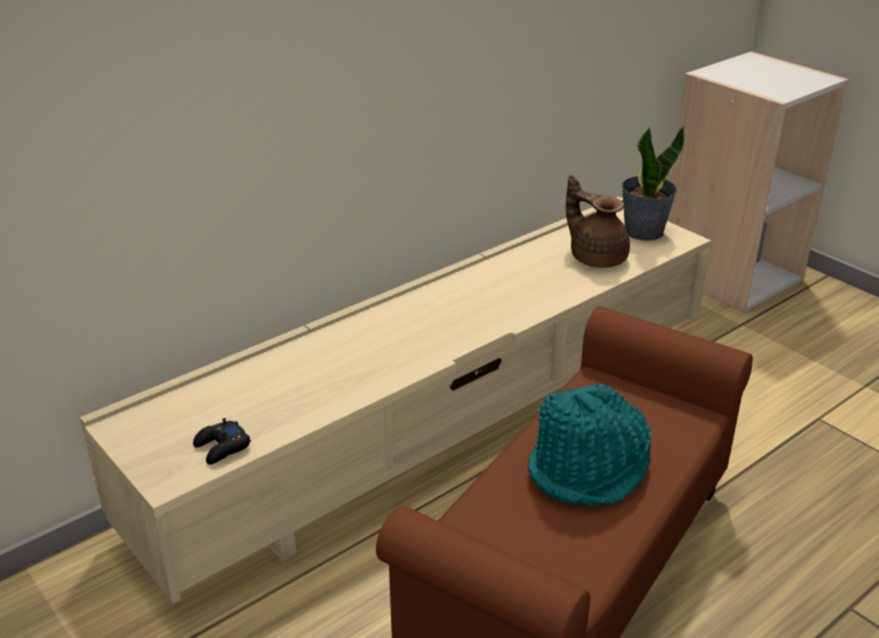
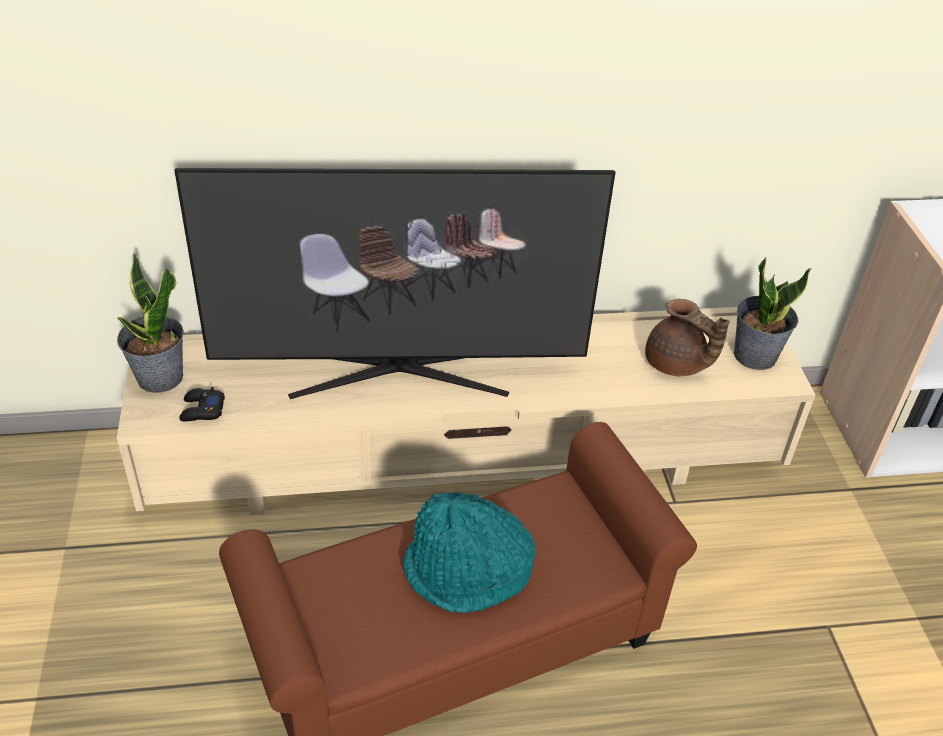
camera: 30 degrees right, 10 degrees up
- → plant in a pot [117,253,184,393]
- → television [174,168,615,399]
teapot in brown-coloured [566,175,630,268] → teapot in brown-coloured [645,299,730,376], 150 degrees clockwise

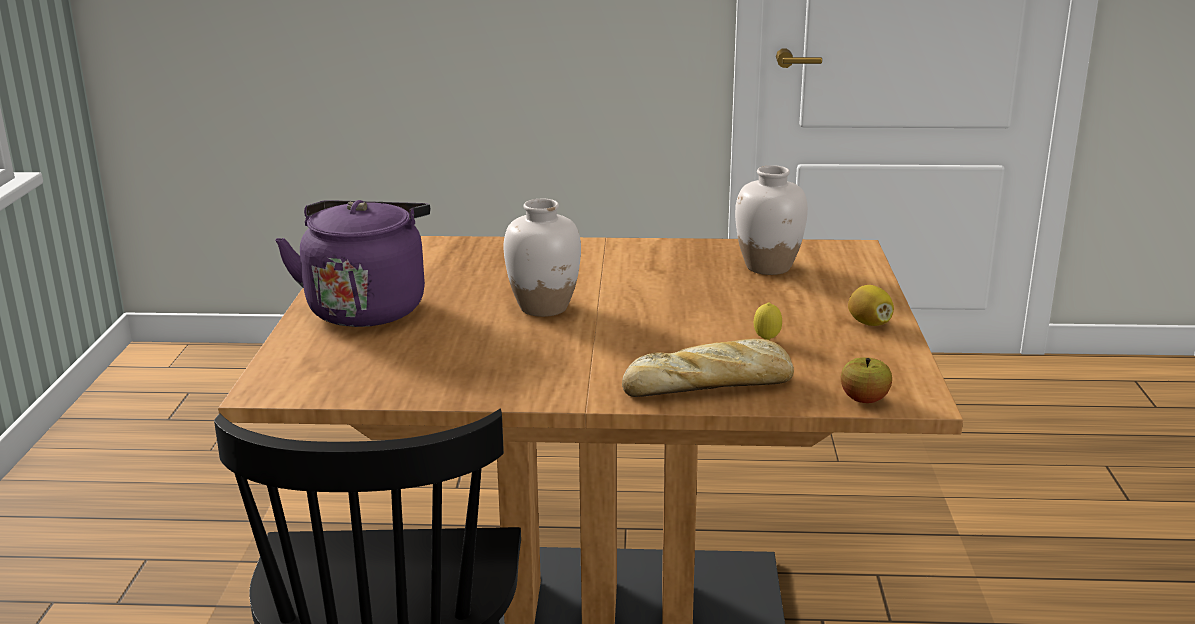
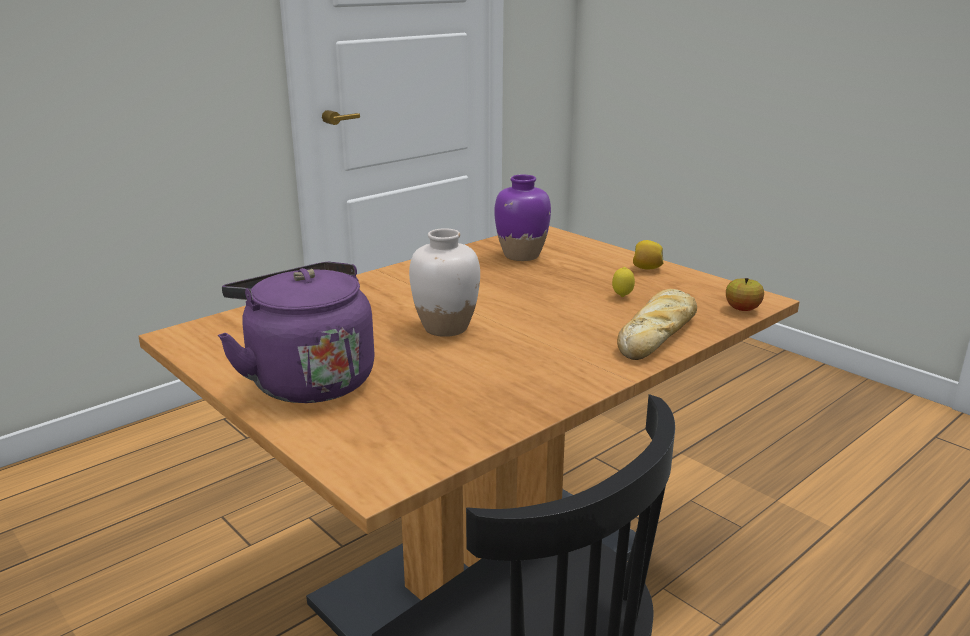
camera: 45 degrees left, 0 degrees up
flower vase in white [735,165,808,275] → flower vase in purple-coloured [494,175,551,261]

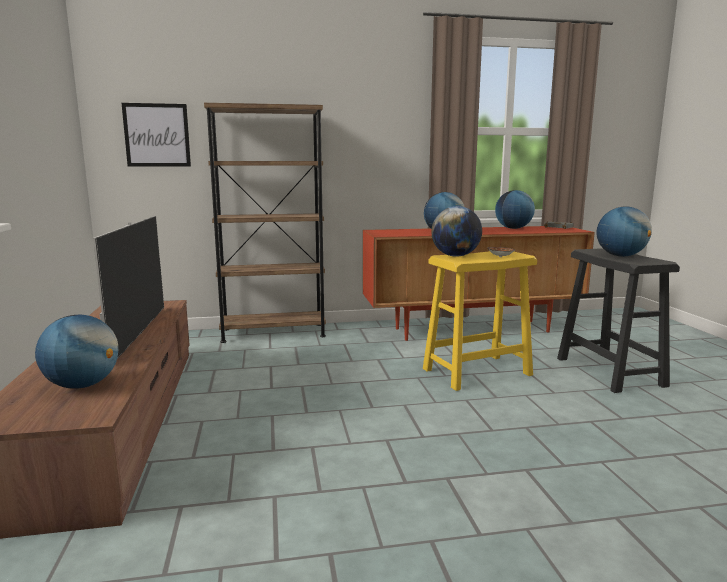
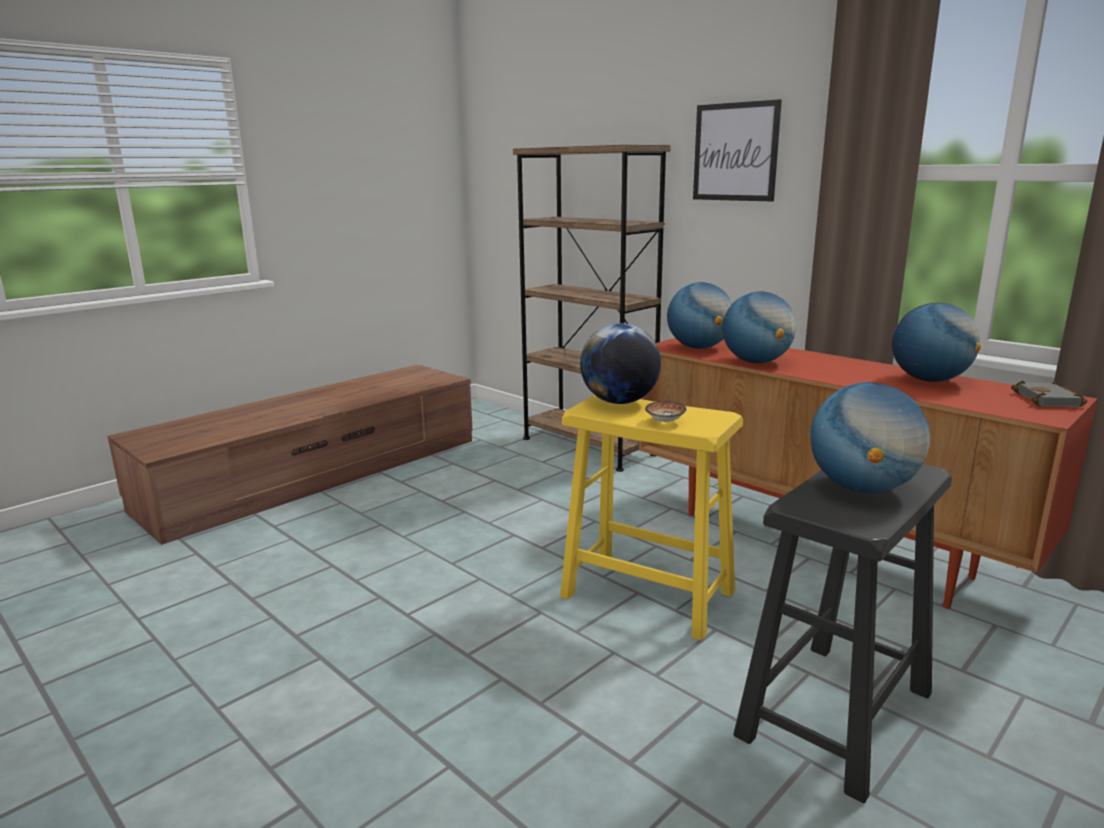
camera: 55 degrees right, 5 degrees up
desk globe [35,314,118,389] → desk globe [667,282,732,349], shifted
picture [122,103,191,167] → picture [693,99,782,202], shifted
television [93,216,164,359] → -

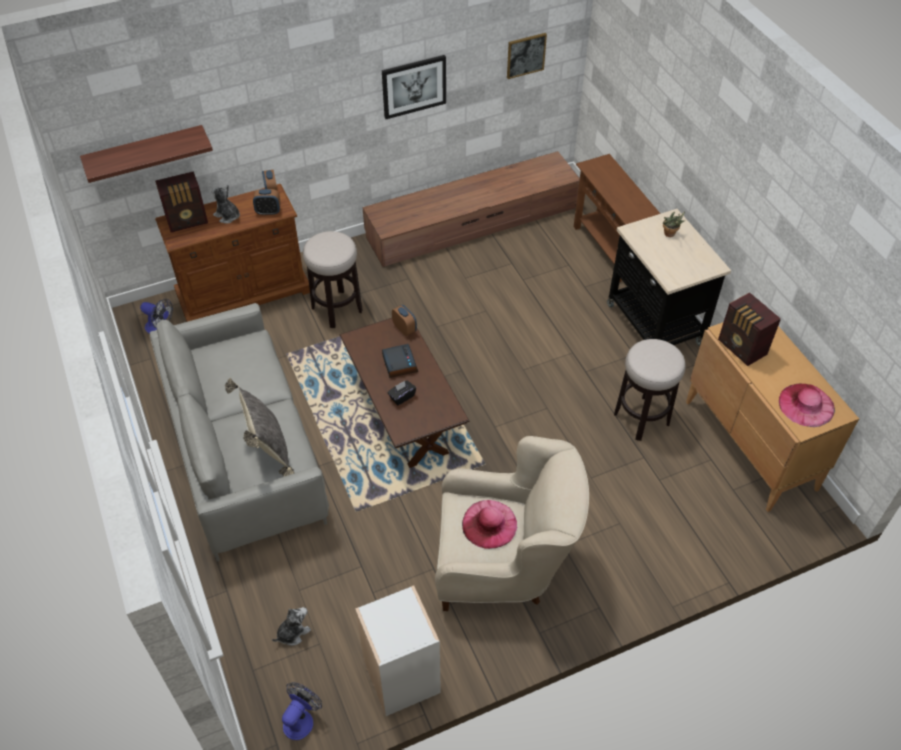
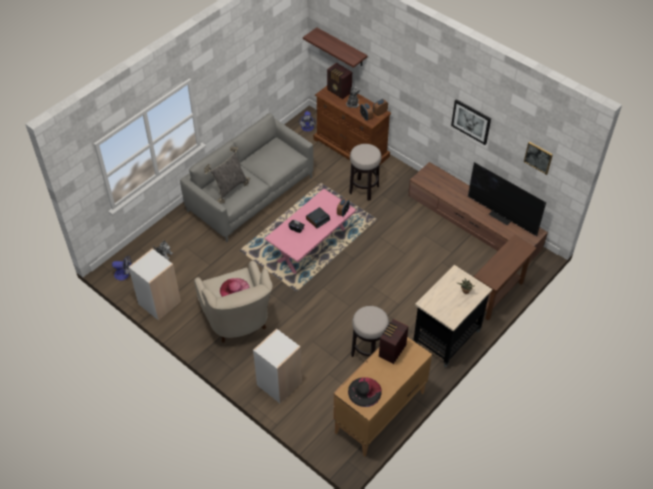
camera: 65 degrees right, 0 degrees up
- → bookshelf [253,328,302,403]
lounge table in brown-coloured [339,318,470,468] → lounge table in pink [264,189,356,274]
clothing hat in pink [779,384,835,427] → clothing hat in black-coloured [348,377,382,407]
- → television [468,162,546,236]

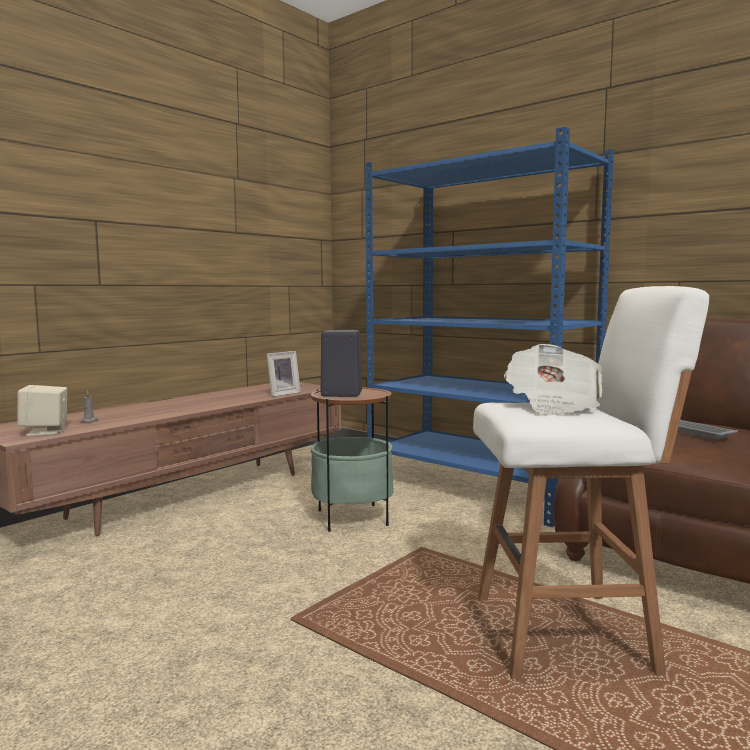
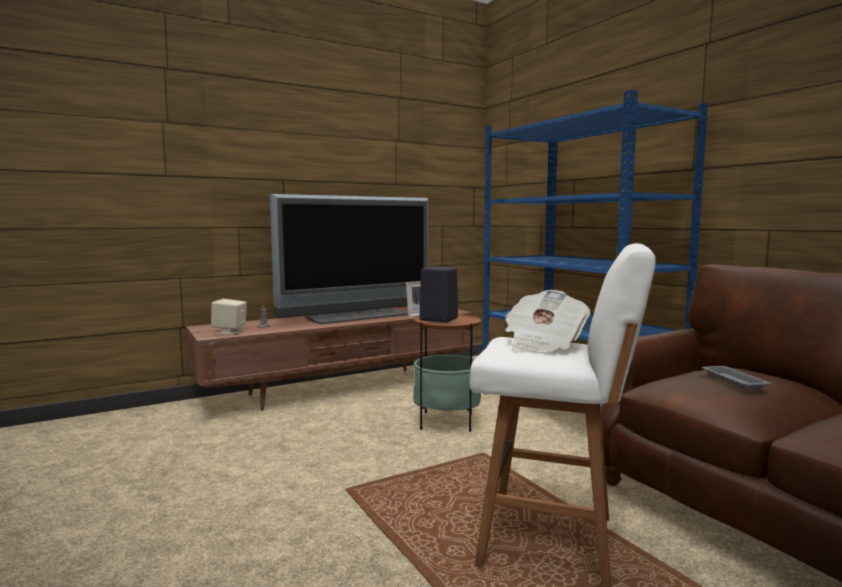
camera: 20 degrees right, 0 degrees up
- → television [270,194,428,324]

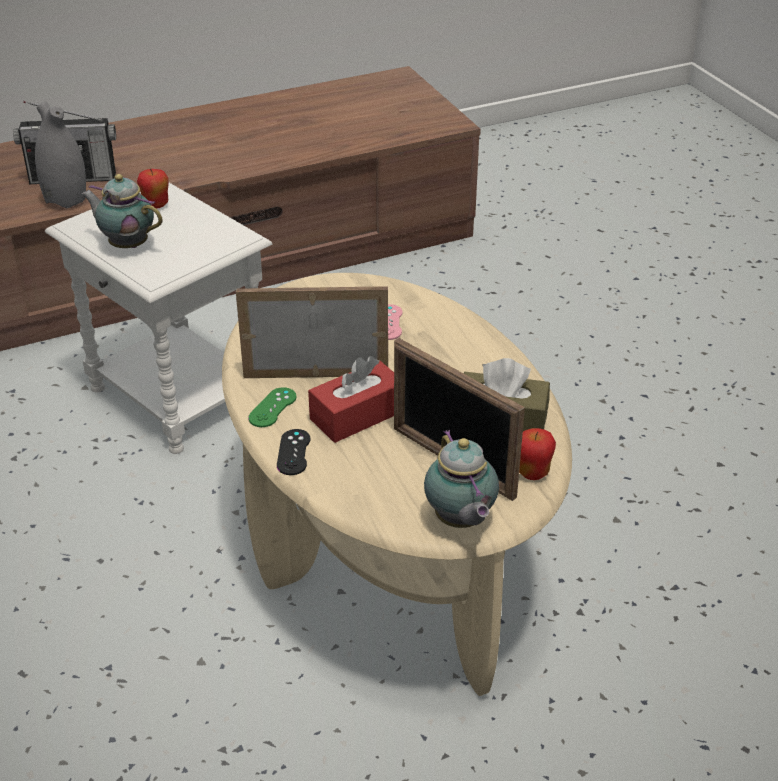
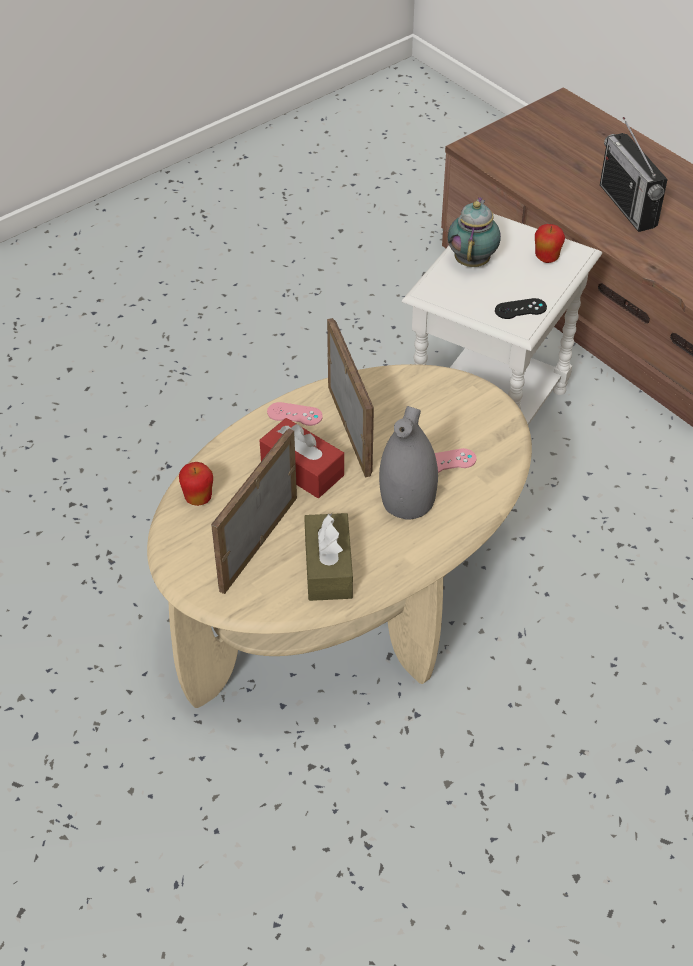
camera: 75 degrees right, 10 degrees up
apple fruit [519,428,556,480] → apple fruit [179,462,213,506], shifted
joypad in green-coloured [248,387,296,427] → joypad in pink [267,402,323,426]
flower vase in greyish [35,102,86,208] → flower vase in greyish [379,406,438,519], shifted
joypad in black-coloured [277,429,311,475] → joypad in black-coloured [495,298,547,319], shifted
teapot [424,430,499,528] → -

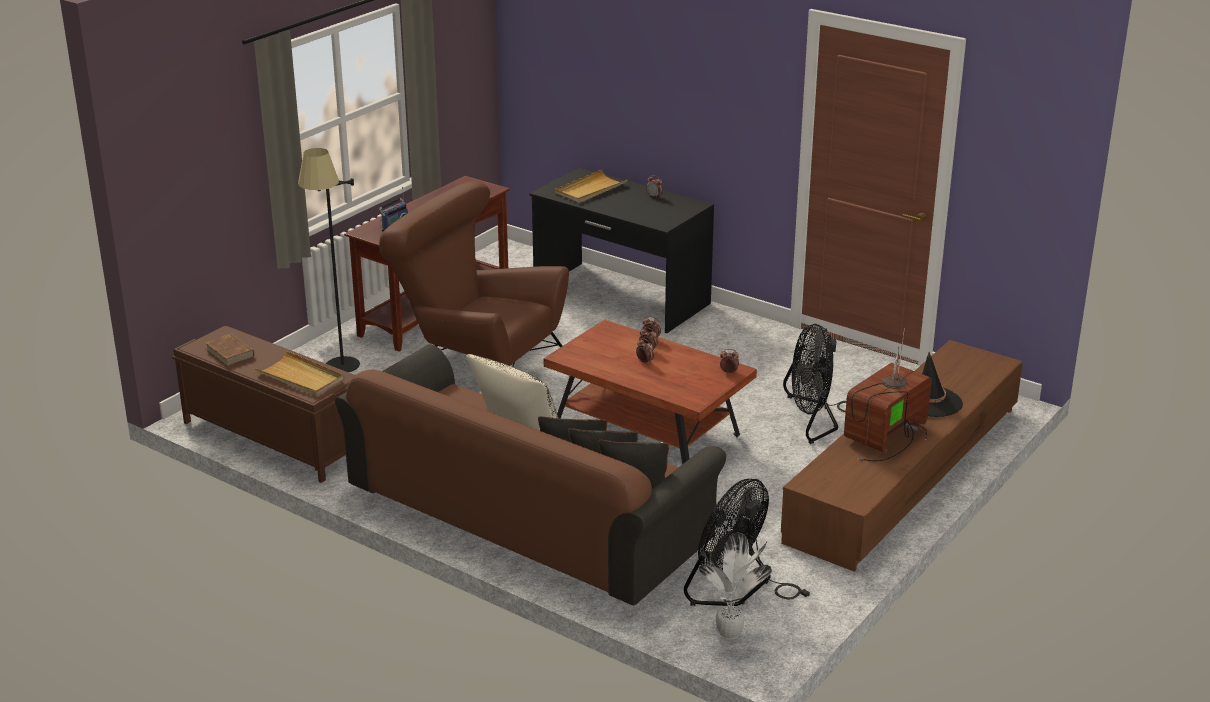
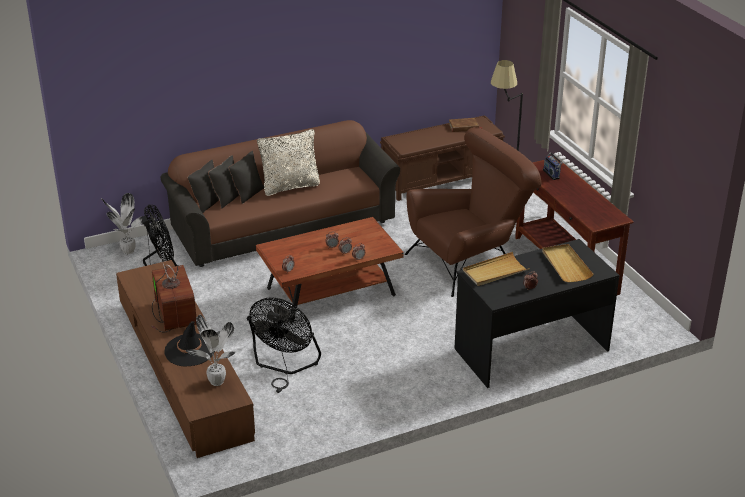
camera: 120 degrees right, 5 degrees up
- → plant in a pot [186,315,235,386]
serving tray in beige-coloured [255,351,344,396] → serving tray in beige-coloured [463,252,530,286], shifted

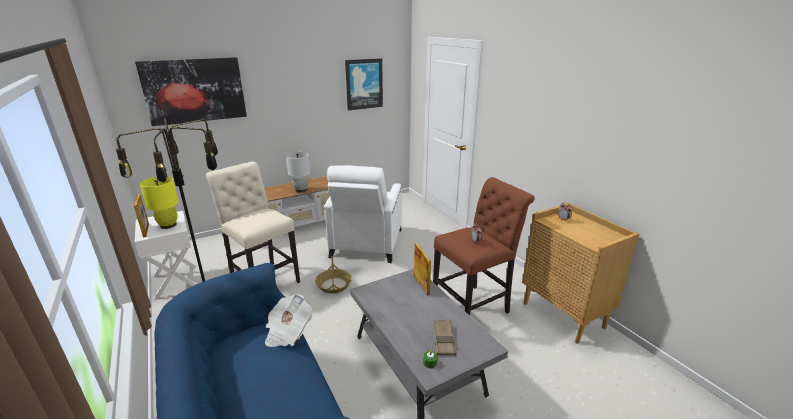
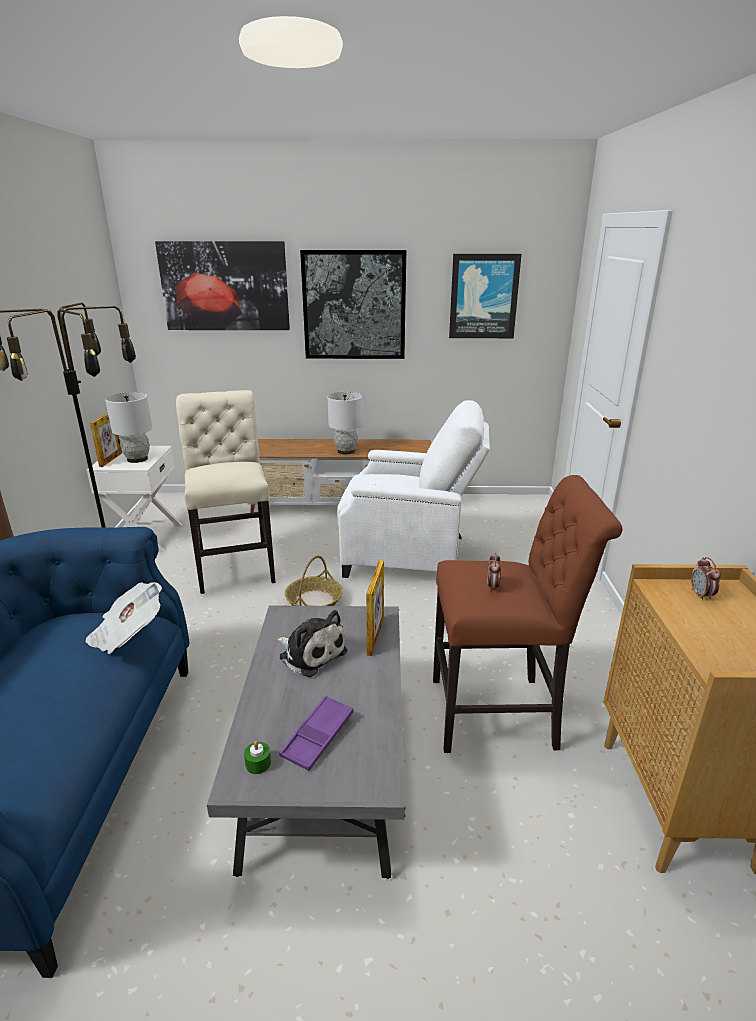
camera: 30 degrees right, 0 degrees up
lamp for a table in yellowish [140,176,179,229] → lamp for a table in white [105,392,152,463]
- → cuddly toy [277,610,347,677]
serving tray in brown-coloured [433,319,457,355] → serving tray in purple-coloured [279,696,354,771]
- → picture [300,250,406,359]
easy chair in white [324,165,402,263] → easy chair in white [337,400,490,578], 120 degrees counterclockwise

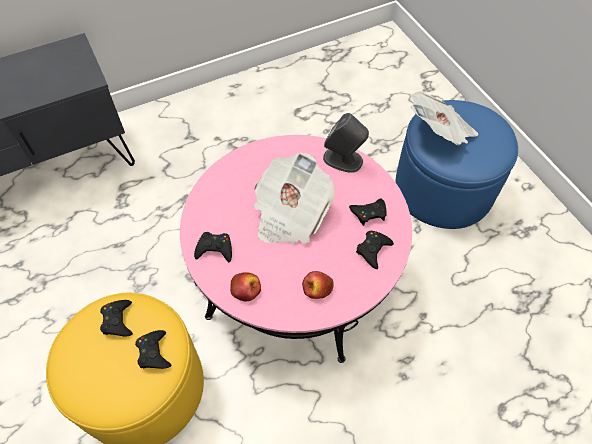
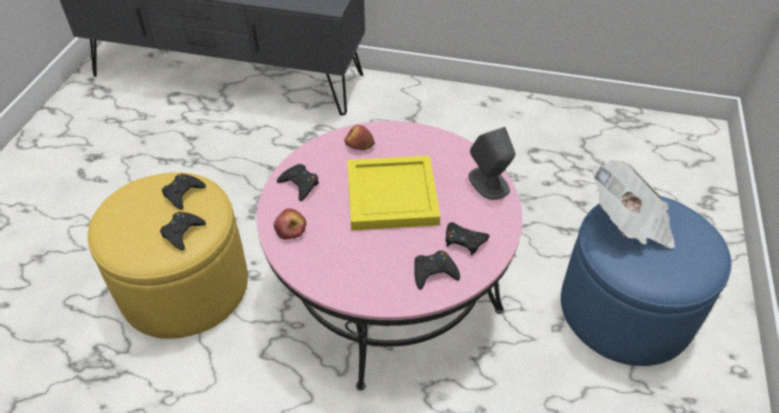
camera: 40 degrees right, 10 degrees down
apple fruit [302,271,334,299] → apple fruit [344,125,375,150], shifted
printed paper [254,153,335,244] → serving tray in yellowish [347,156,440,231]

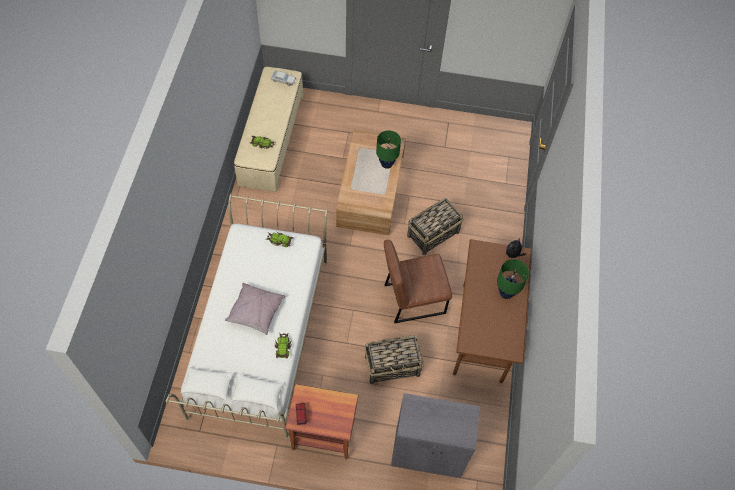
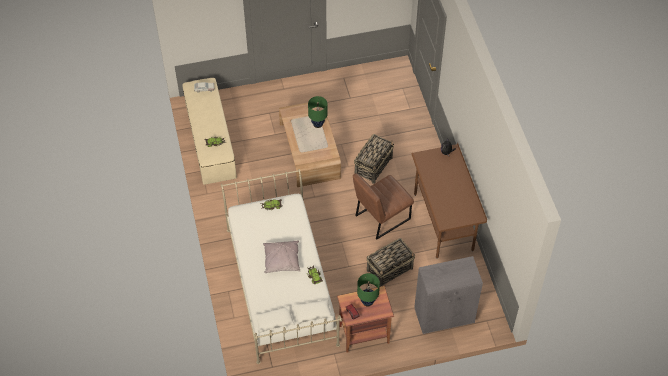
camera: 20 degrees left, 5 degrees down
lamp for a table in green-coloured [497,259,529,299] → lamp for a table in green-coloured [357,273,380,306], shifted

